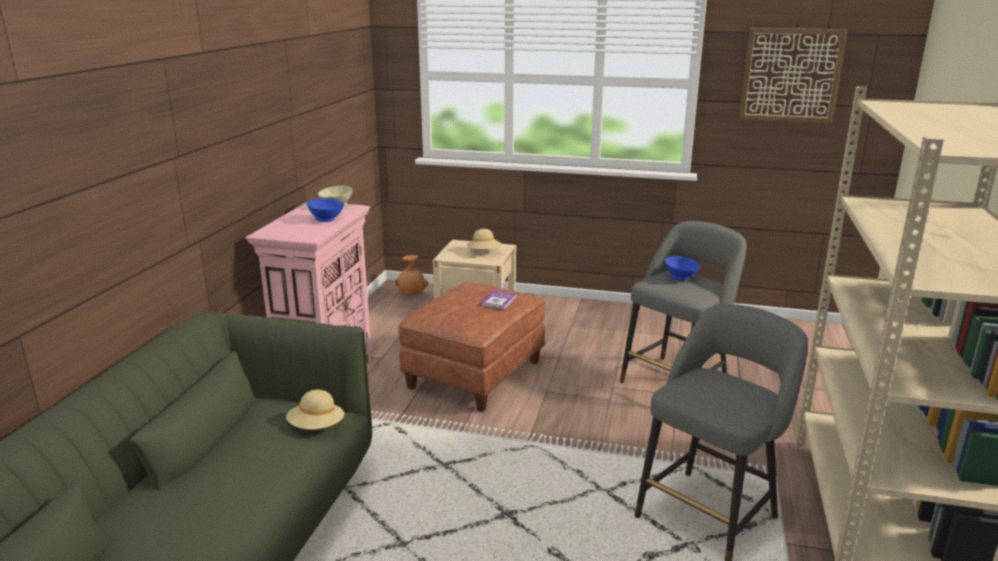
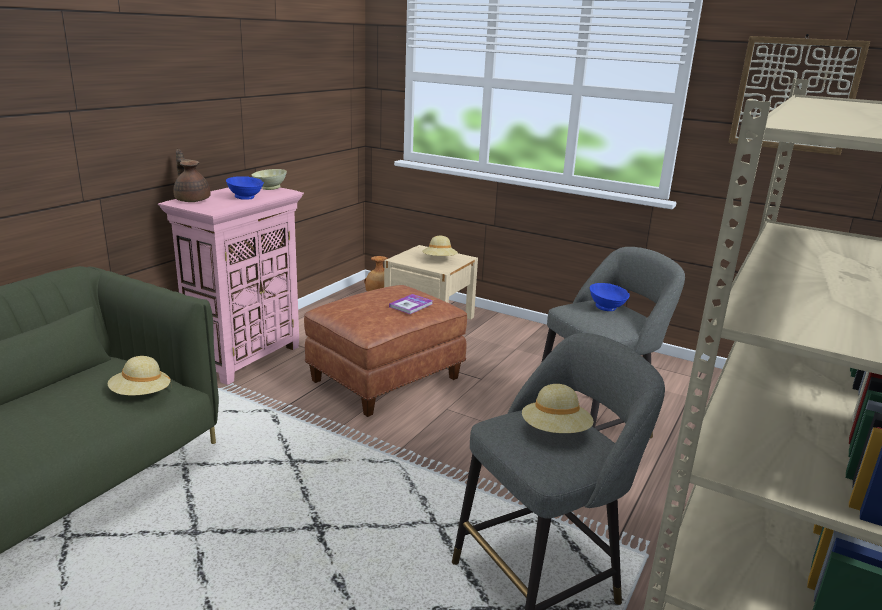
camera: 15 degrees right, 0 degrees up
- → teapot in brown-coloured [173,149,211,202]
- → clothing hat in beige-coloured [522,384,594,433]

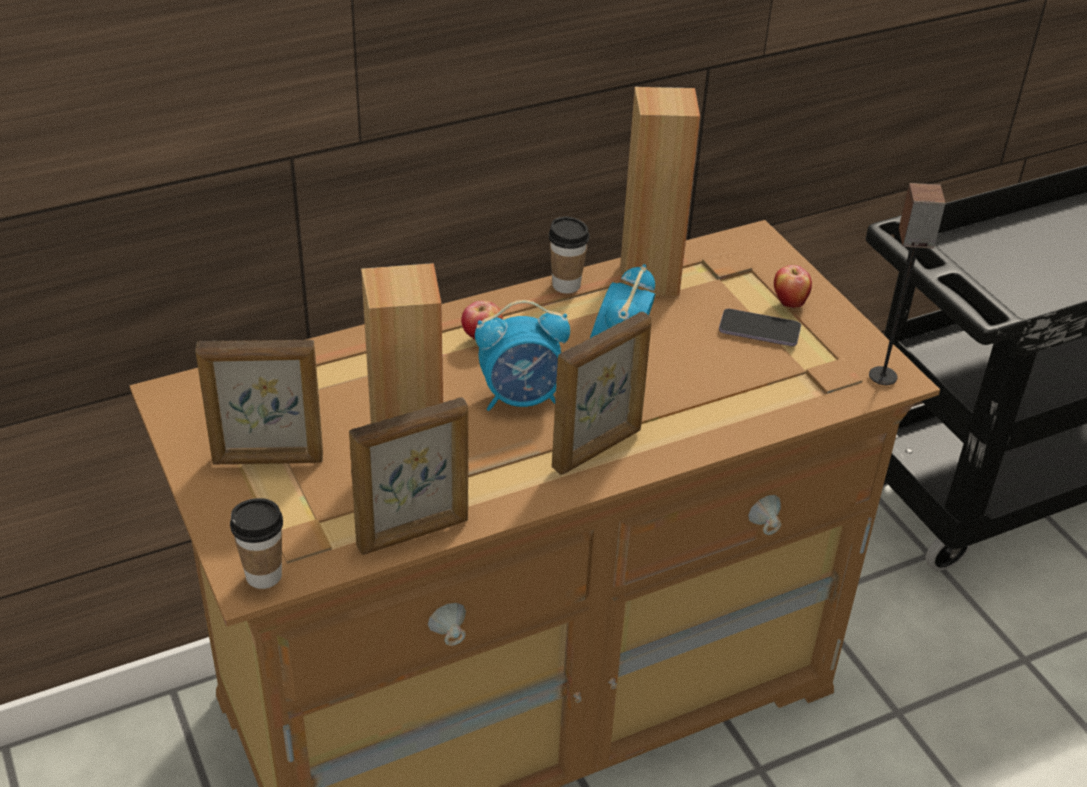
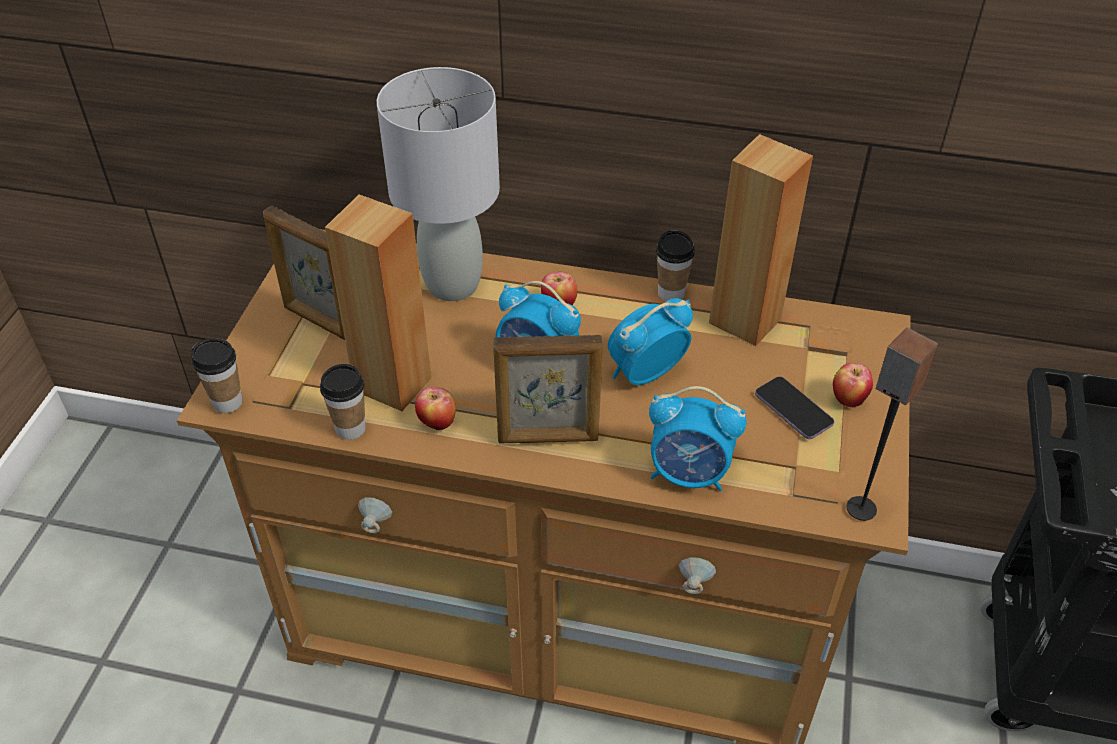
camera: 40 degrees right, 5 degrees up
standing frame [349,397,468,555] → small cup [320,364,366,440]
- → lamp for a table in greyish [377,67,500,301]
- → apple fruit [415,387,456,431]
- → table clock [649,386,747,491]

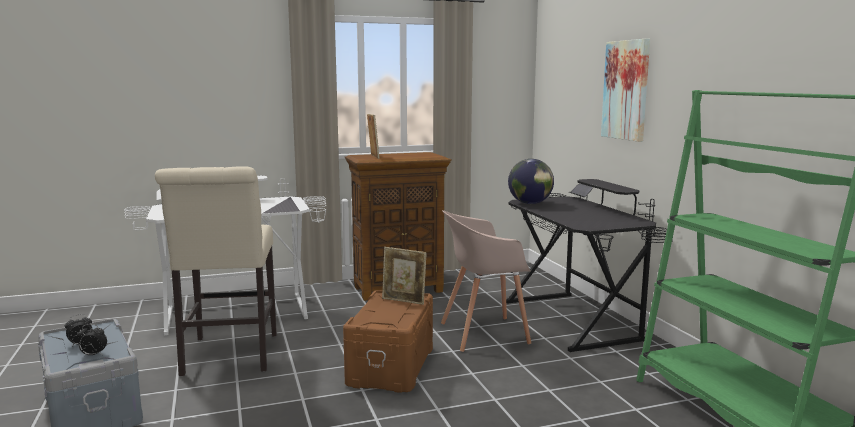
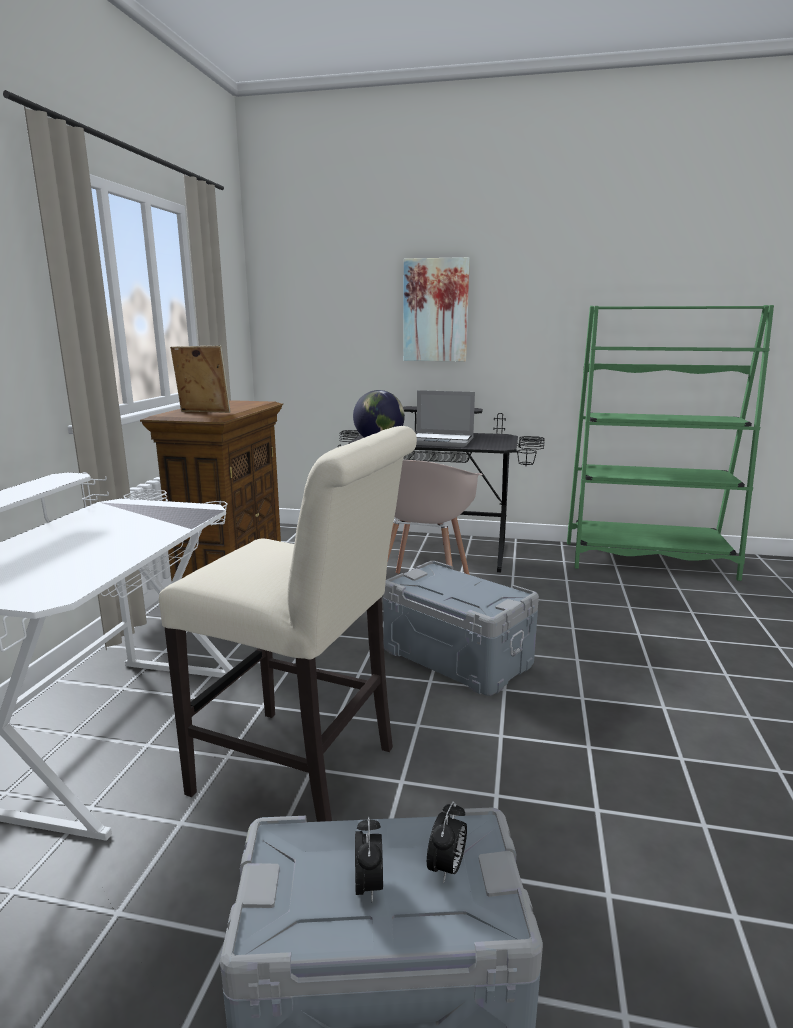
camera: 60 degrees left, 5 degrees up
storage container in brown-coloured [343,290,433,393] → storage container in greyish [383,561,539,696]
- → laptop [416,390,475,447]
standing frame [382,247,426,305] → -

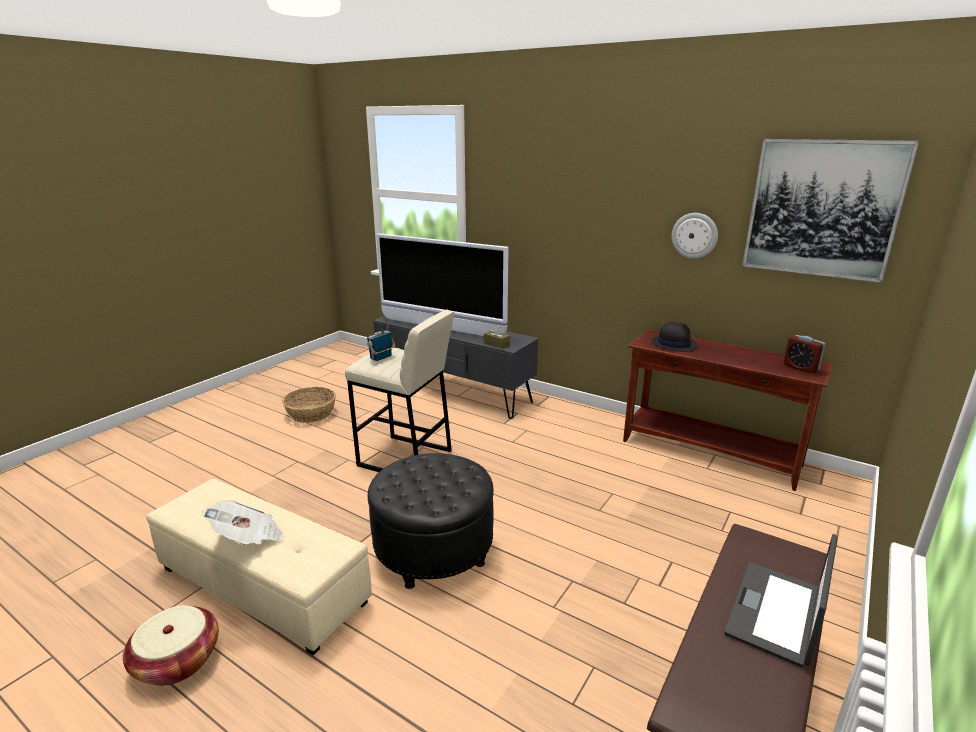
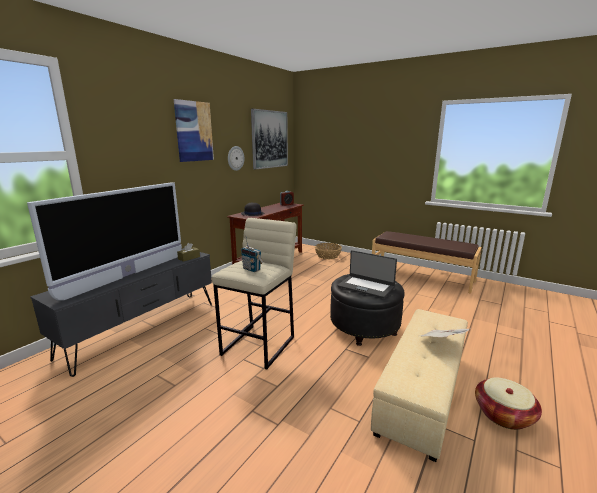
camera: 90 degrees left, 5 degrees down
- → picture [174,99,214,162]
household basket [282,387,336,423] → household basket [315,243,342,259], shifted
laptop [724,534,838,667] → laptop [338,250,397,298], shifted

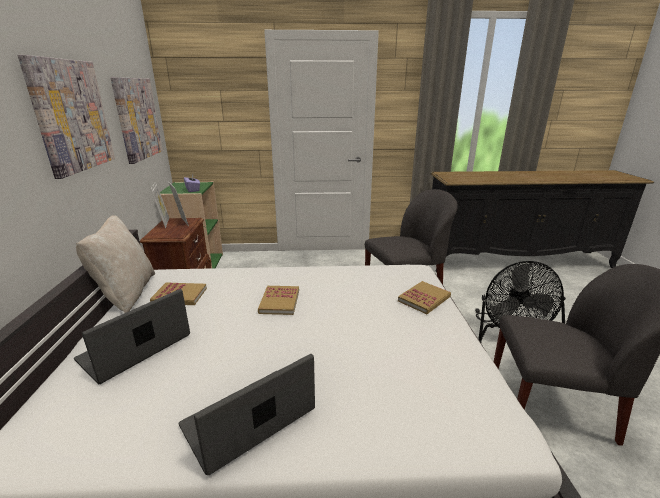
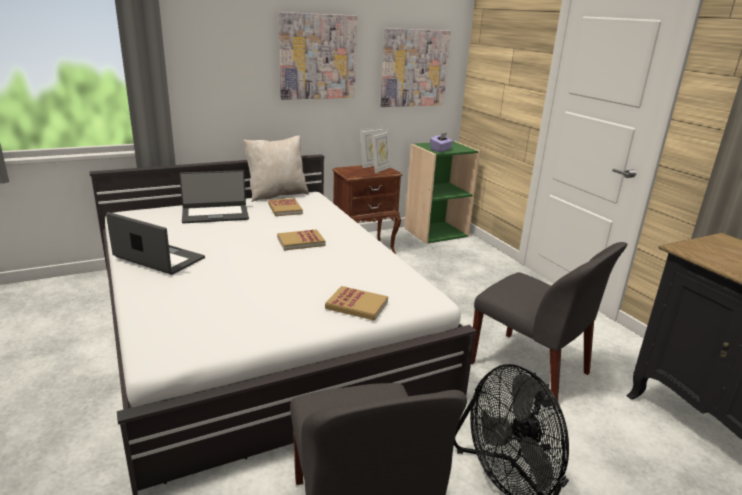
camera: 65 degrees right, 0 degrees up
laptop [74,289,190,384] → laptop [179,170,249,223], 150 degrees clockwise

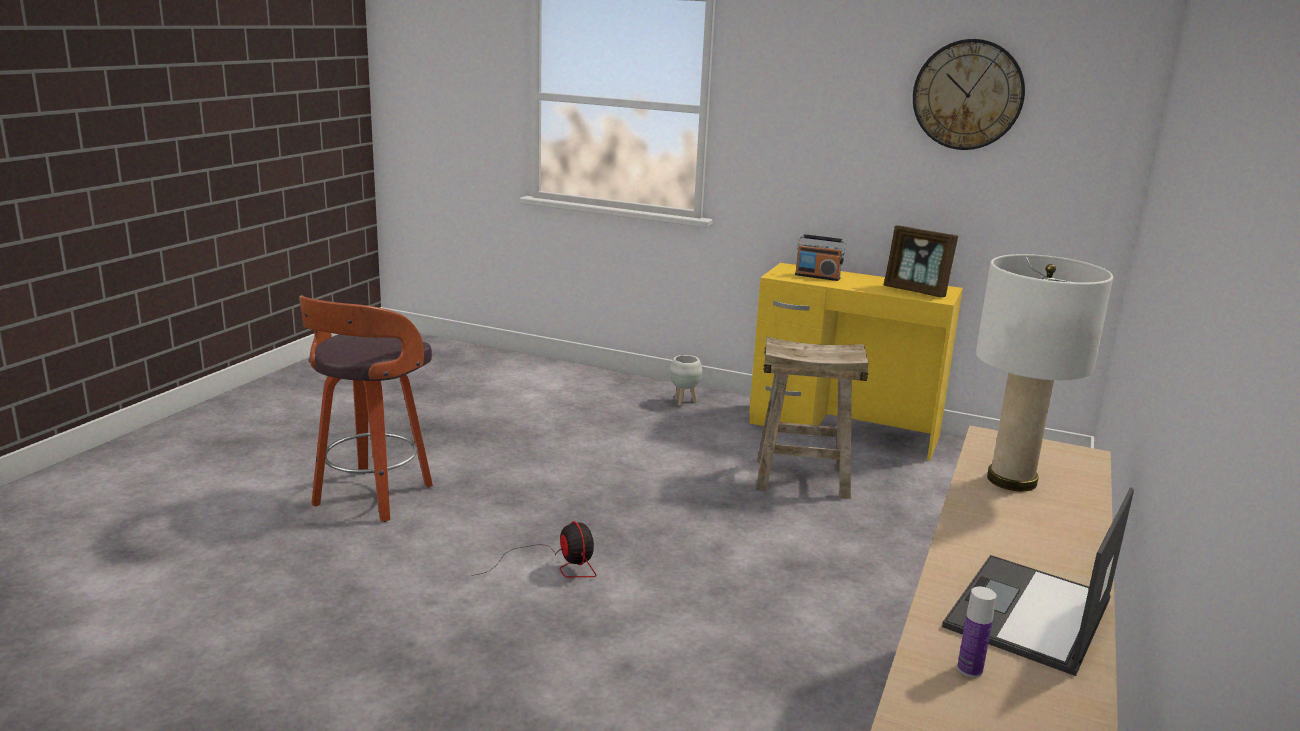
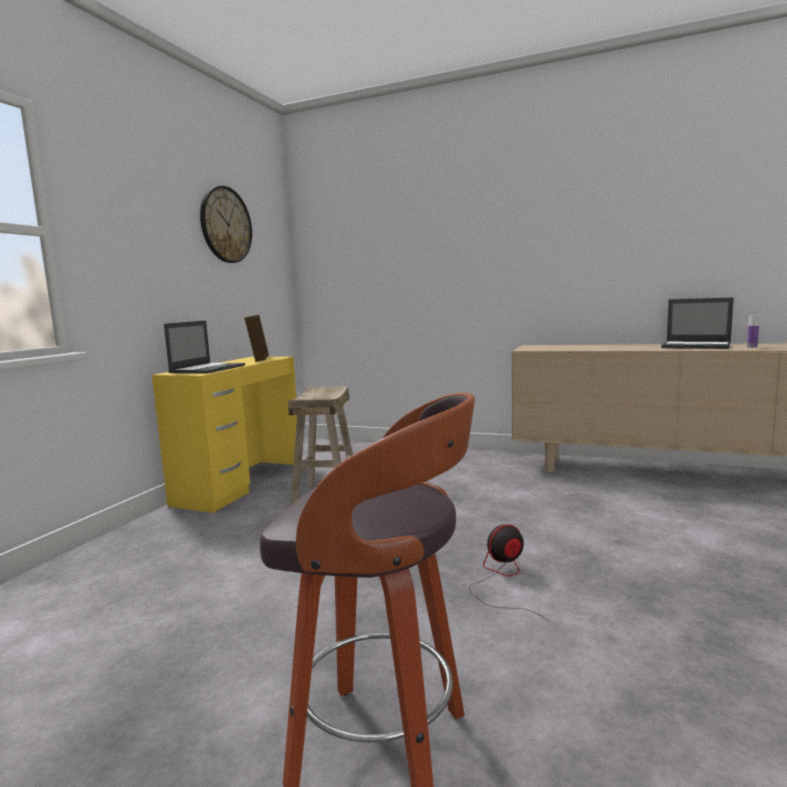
camera: 90 degrees left, 10 degrees down
radio receiver [795,234,847,281] → laptop [164,321,245,374]
standing frame [884,225,958,297] → standing frame [244,314,269,362], 45 degrees counterclockwise
plant pot in white [669,355,702,406] → -
lamp for a table in white [976,254,1113,491] → -

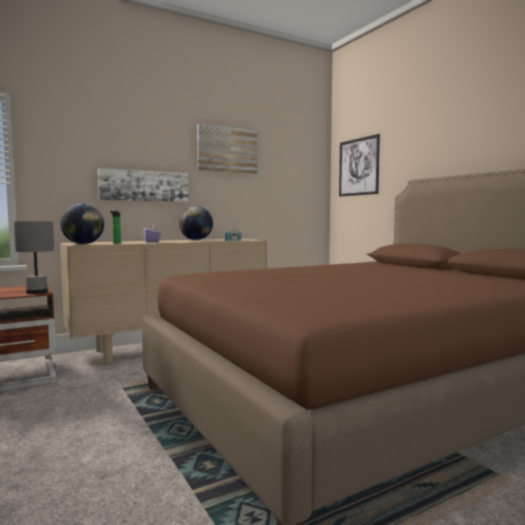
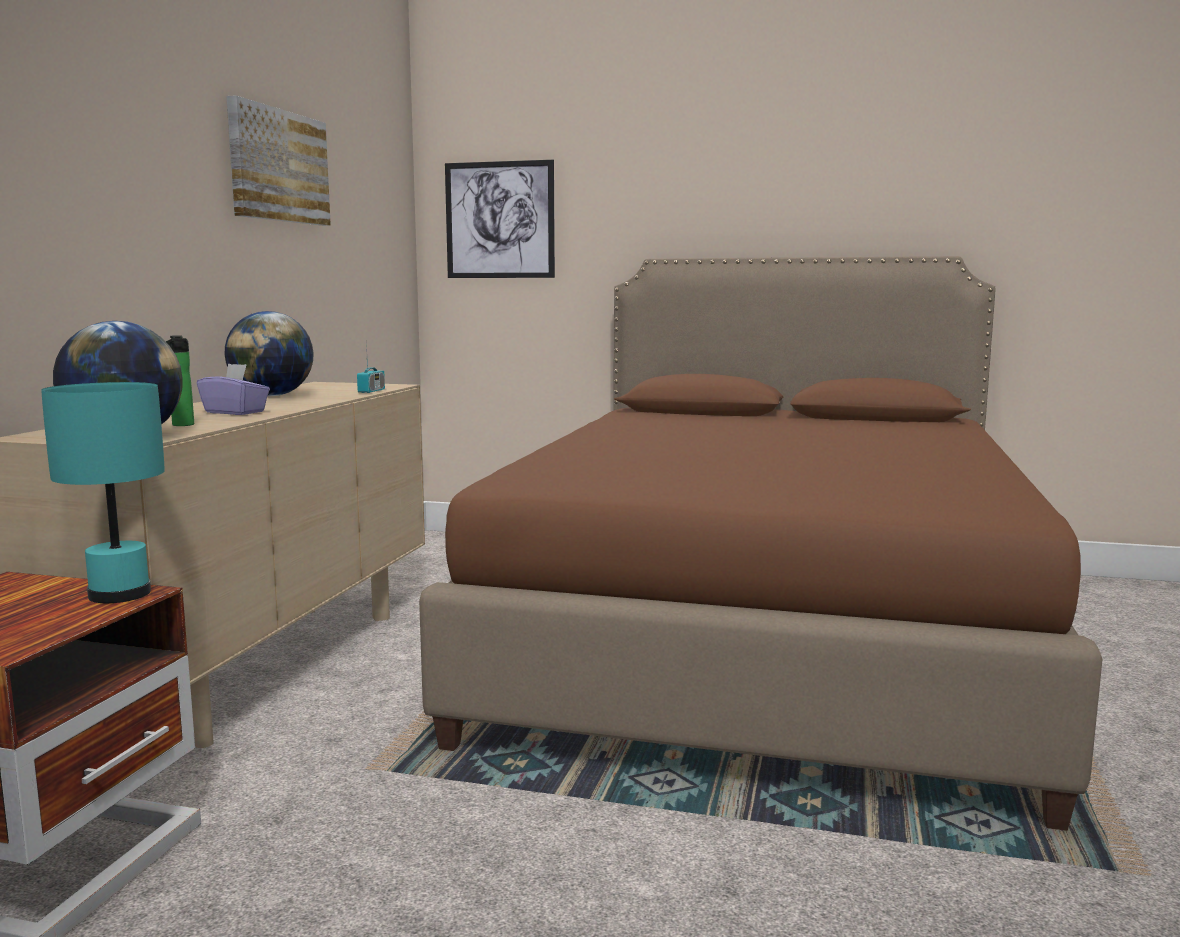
camera: 45 degrees left, 5 degrees up
lamp for a table in greyish [14,221,54,294] → lamp for a table in turquoise-coloured [41,382,165,603]
picture [98,168,189,202] → -

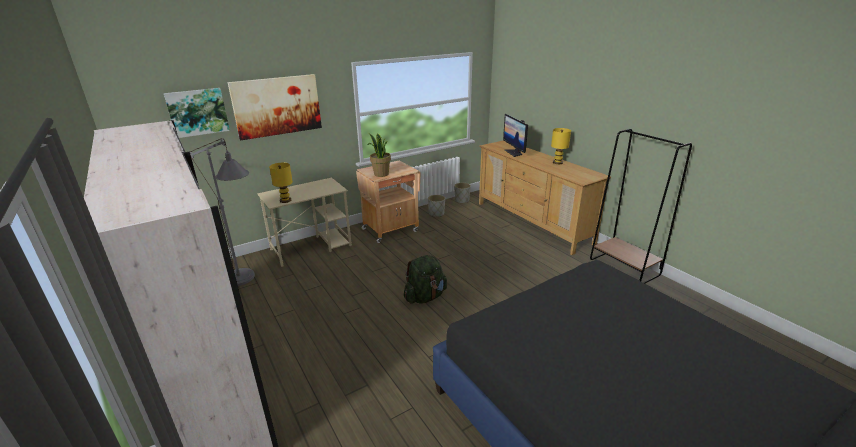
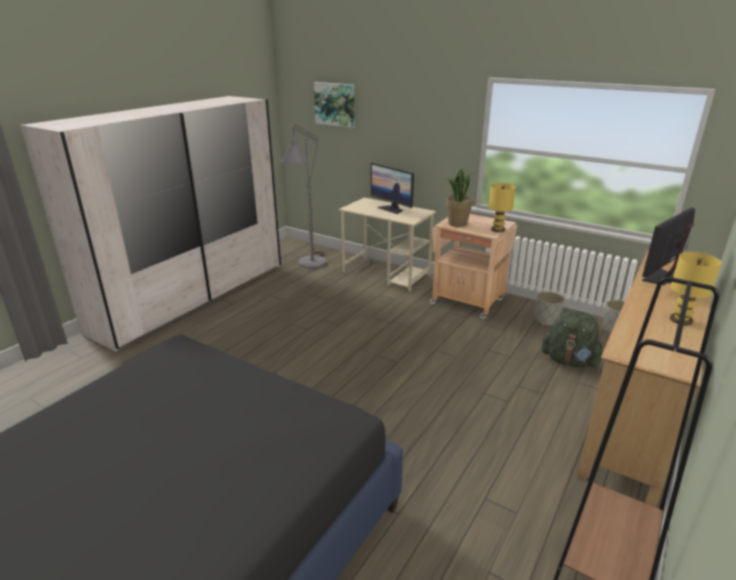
camera: 65 degrees right, 0 degrees up
- → monitor [371,162,414,214]
lamp for a table in yellowish [269,163,293,203] → lamp for a table in yellowish [489,183,516,232], shifted
knapsack in green-coloured [404,255,447,304] → knapsack in green-coloured [541,309,603,368], shifted
picture [228,74,322,141] → -

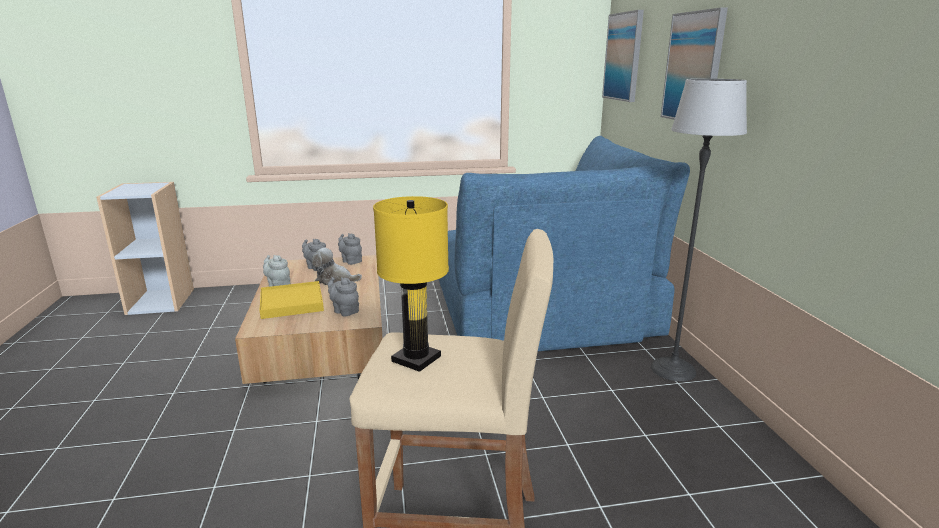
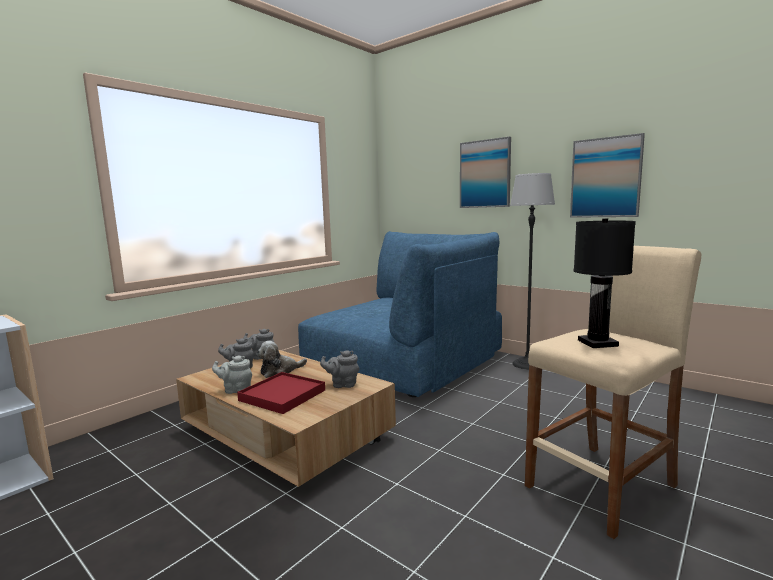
camera: 40 degrees left, 10 degrees down
serving tray in yellowish [260,281,324,319] → serving tray in reddish [237,372,325,414]
picture [602,10,644,102] → picture [570,133,645,218], shifted
lamp for a table in yellowish [373,196,449,372] → lamp for a table in black-coloured [574,218,636,348]

